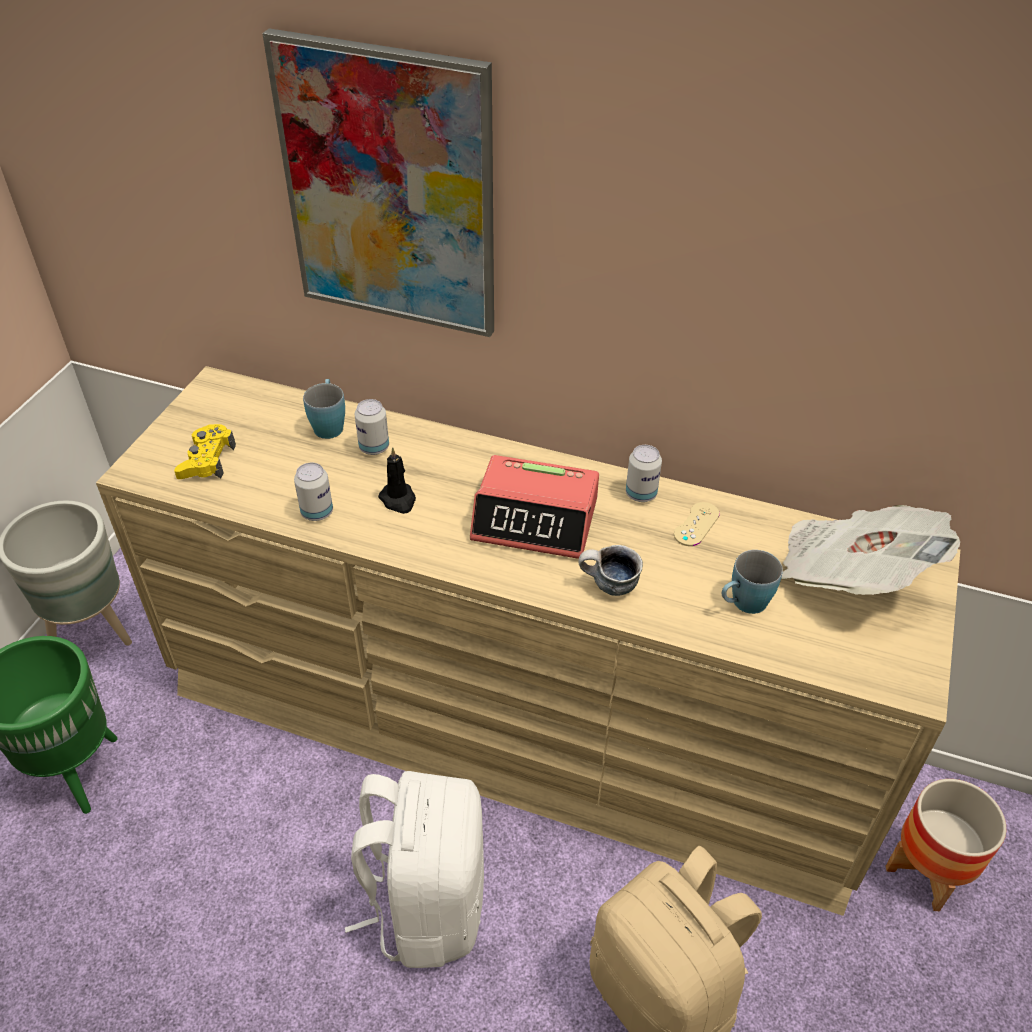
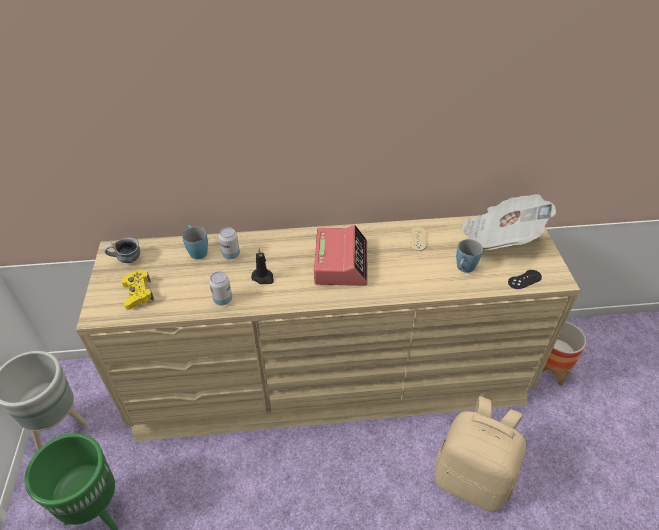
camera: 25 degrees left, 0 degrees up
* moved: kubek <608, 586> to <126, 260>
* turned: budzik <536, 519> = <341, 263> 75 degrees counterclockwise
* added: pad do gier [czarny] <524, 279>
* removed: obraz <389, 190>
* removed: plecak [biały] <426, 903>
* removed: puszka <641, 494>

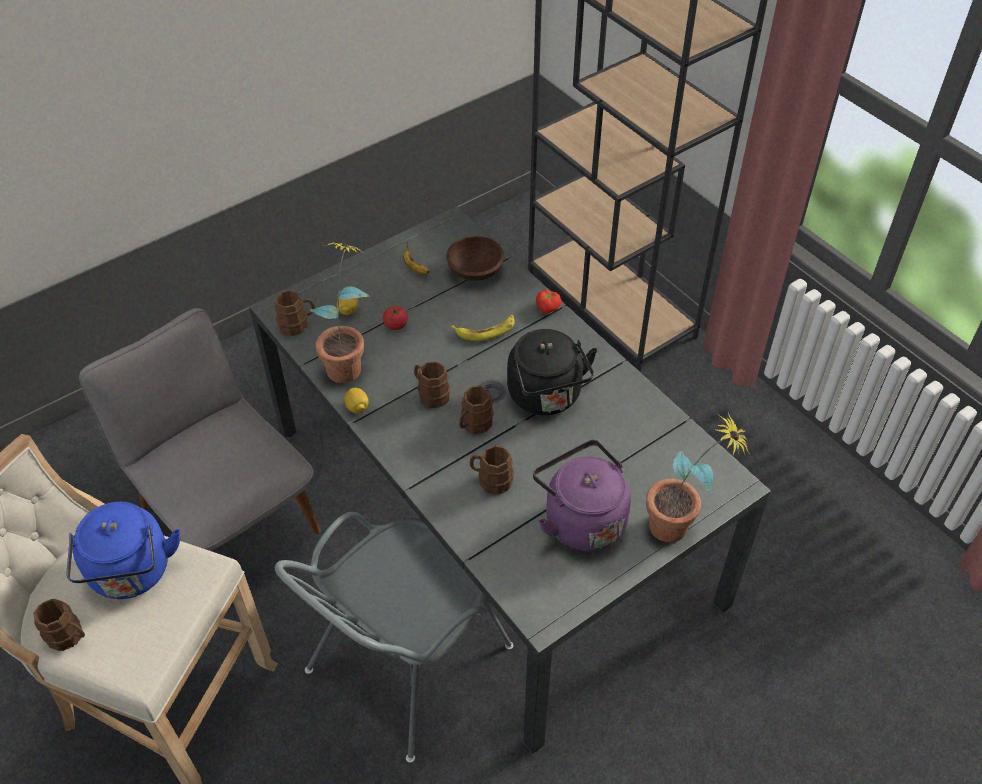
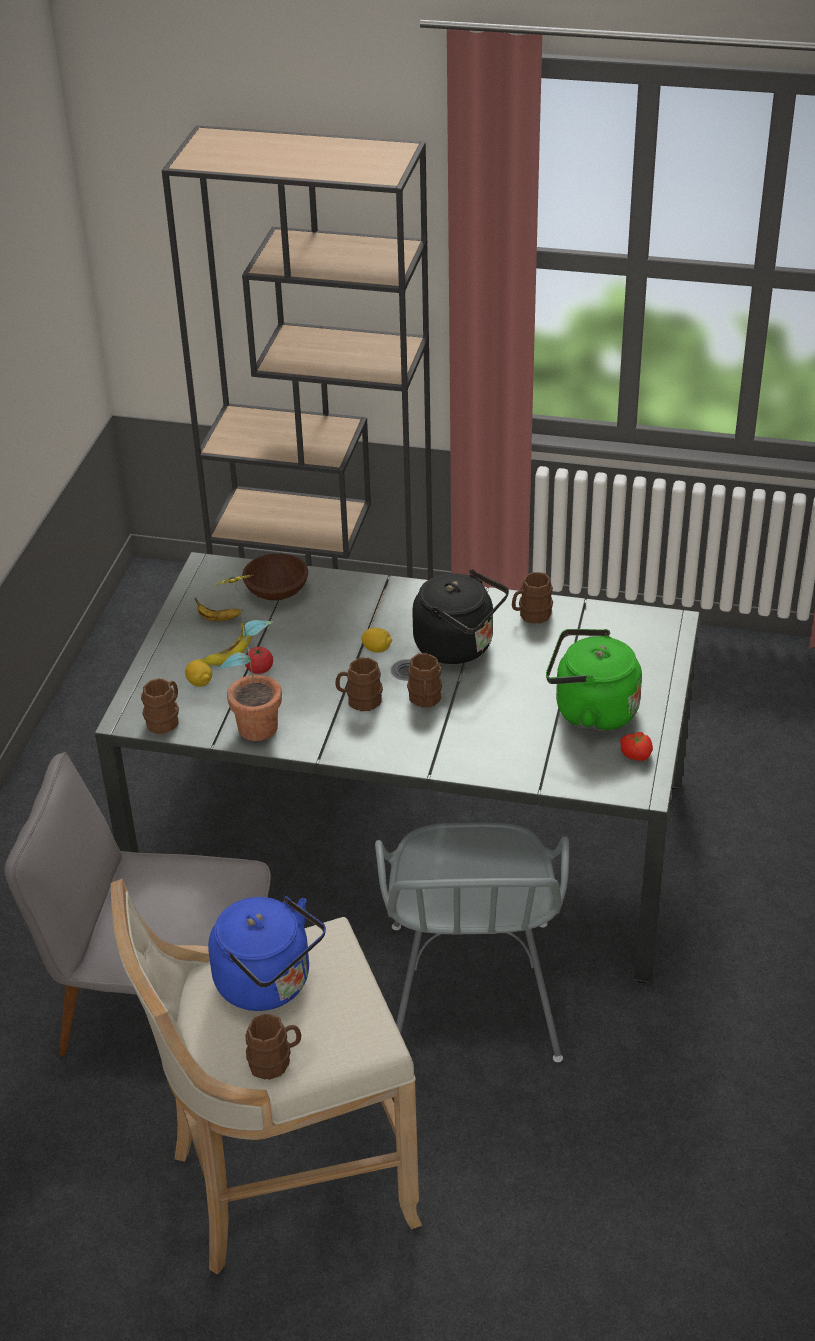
camera: 40 degrees left, 10 degrees down
* moved: banan <486, 330> to <229, 649>
* moved: cytryna <357, 407> to <377, 649>
* moved: kubek [brązowy] <491, 480> to <531, 615>
* recoloured: czajnik [fioletowy] <581, 519> to czajnik [zielony] <590, 711>
* moved: pomidor <548, 307> to <636, 753>
* removed: roślina doniczkowa <681, 527>

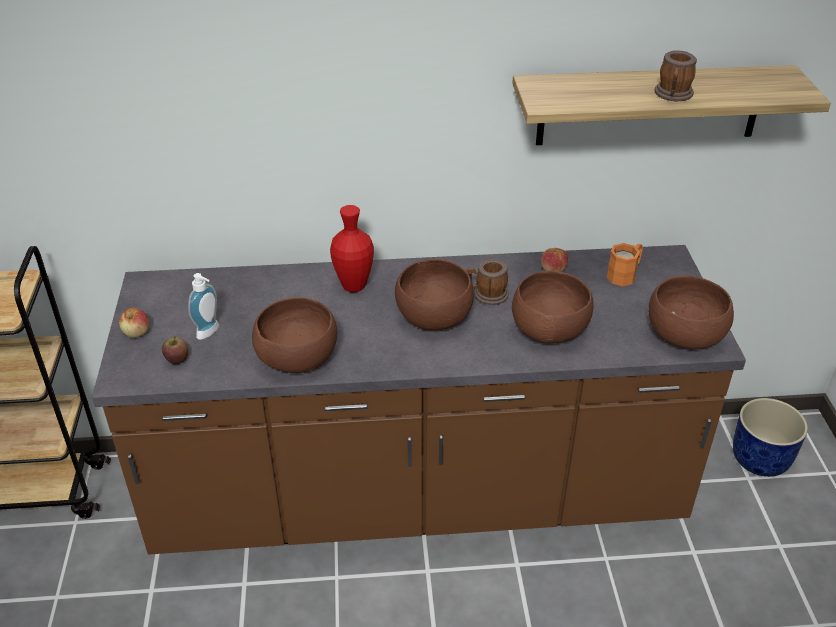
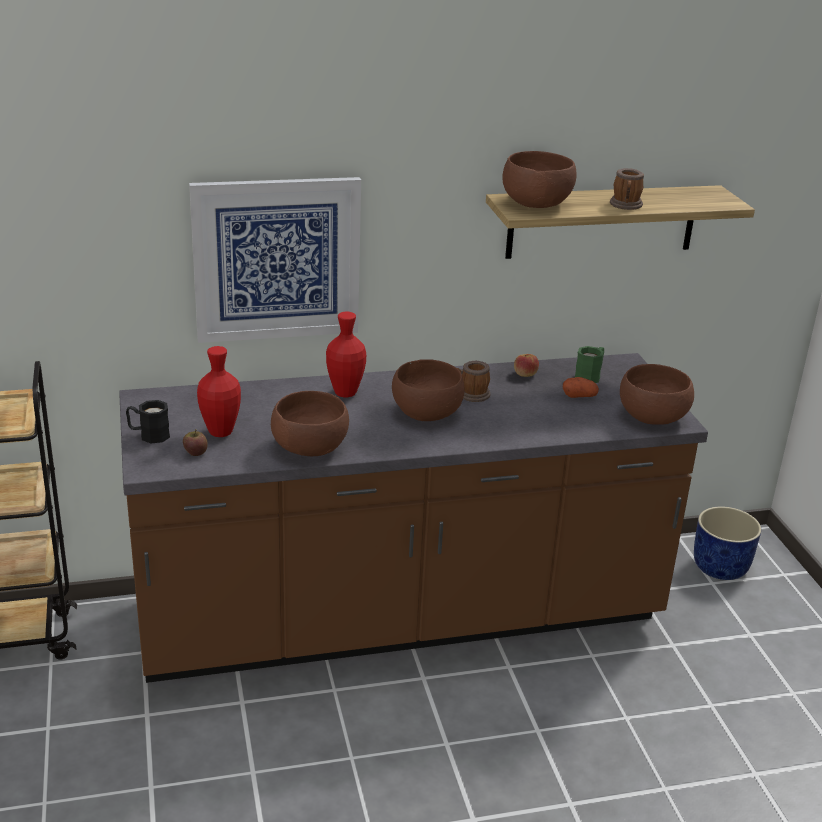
camera: 10 degrees left, 10 degrees down
* replaced: jabłko <136, 332> to kubek [czarny] <149, 435>
* added: obraz <277, 259>
* replaced: dozownik mydła <210, 333> to wazon [czerwony] <220, 432>
* moved: miska [brązowy] <548, 330> to <536, 203>
* added: ziemniak <579, 396>
* recoloured: kubek [pomarańczowy] <625, 274> to kubek [zielony] <590, 376>

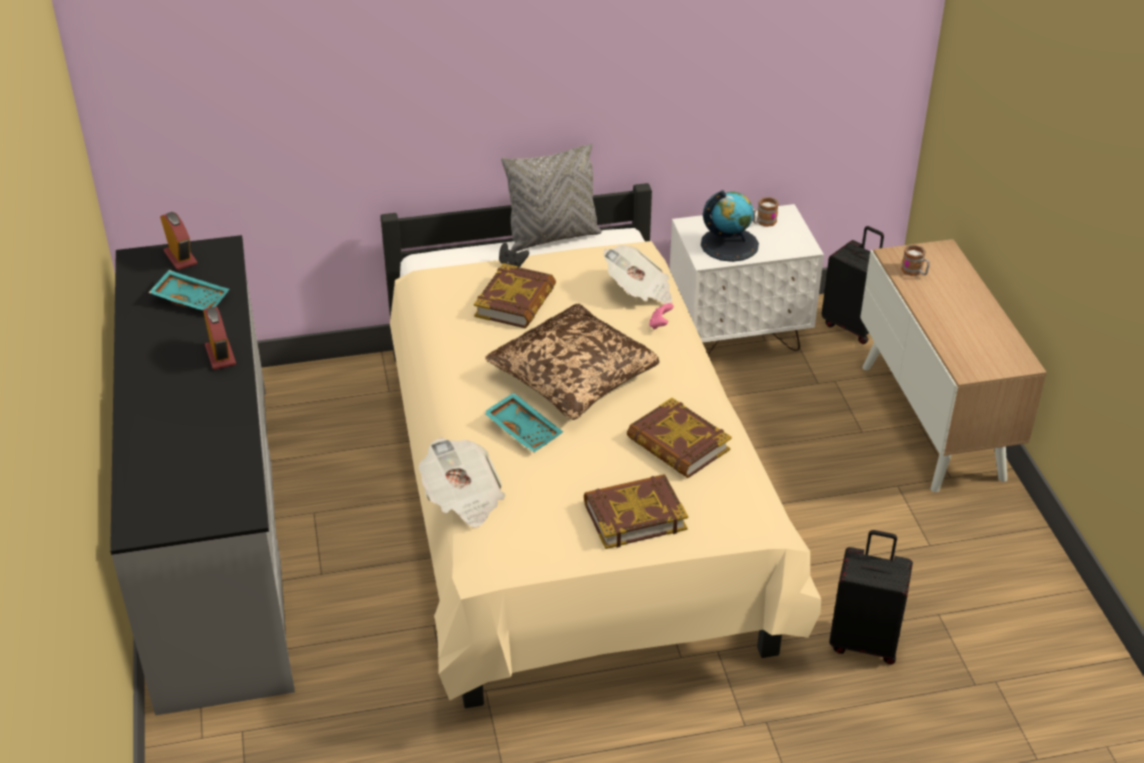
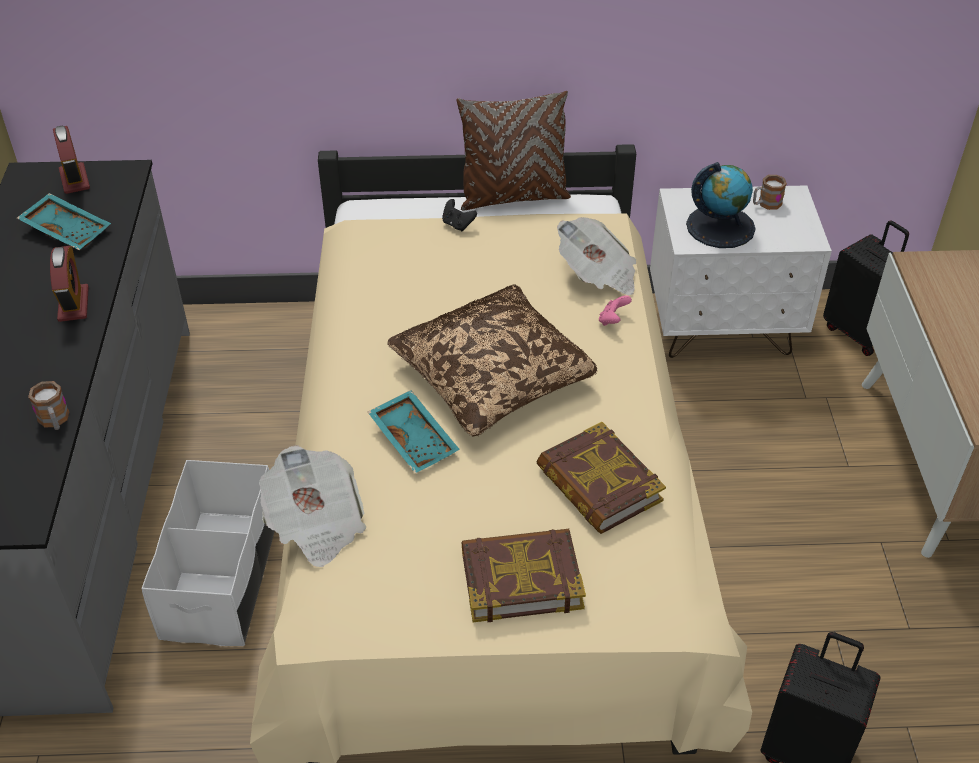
camera: 10 degrees right, 5 degrees up
* moved: kubek <915, 272> to <55, 421>
* added: pojemnik do przechowywania [biały] <222, 577>
* recoloured: poduszka [szary] <552, 237> to poduszka [brązowy] <513, 197>
* removed: książka <516, 302>

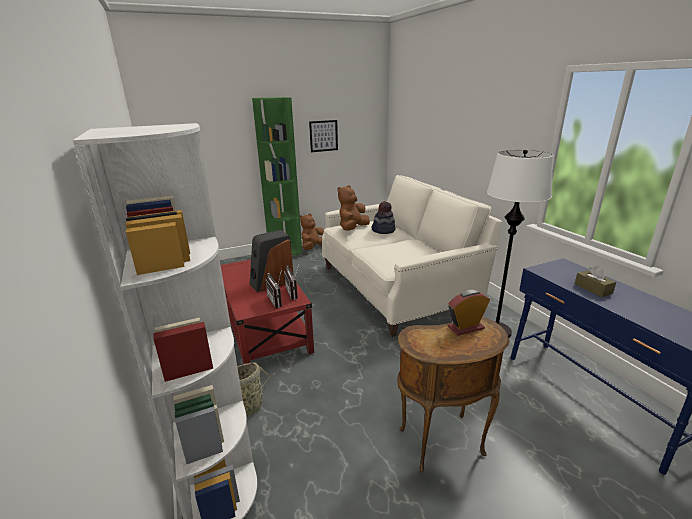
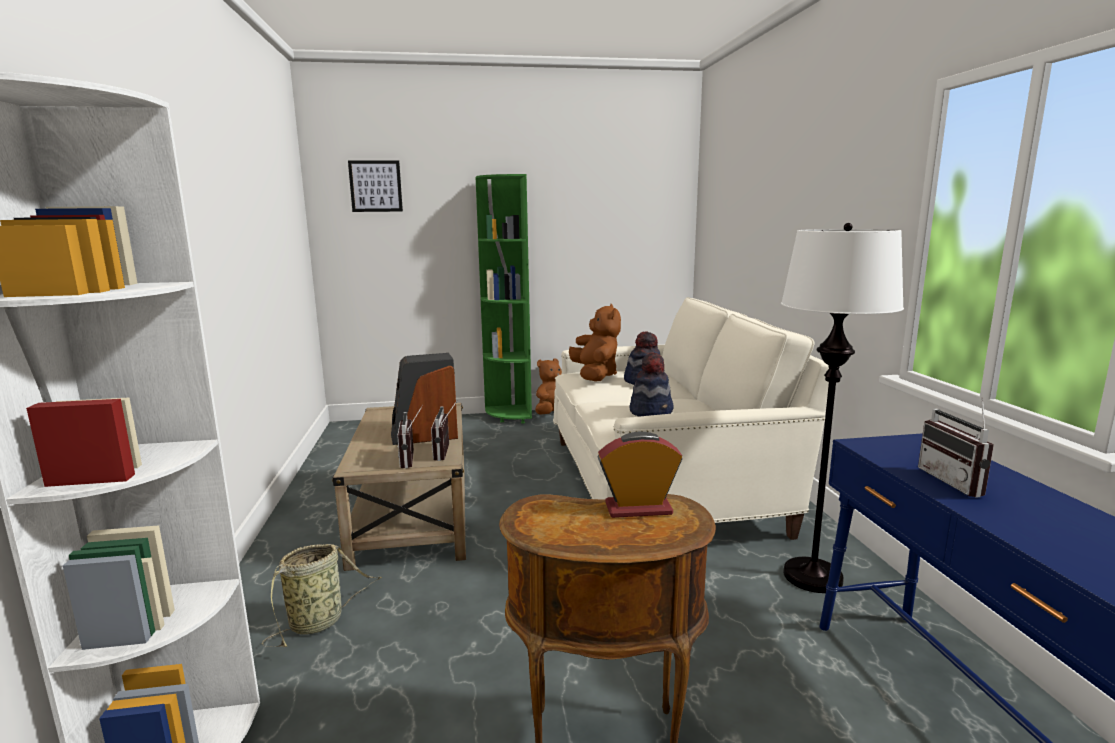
camera: 15 degrees right, 10 degrees down
* recoloured: ława [czerwony] <265, 329> to ława [beżowy] <413, 515>
* moved: obraz <323, 136> to <375, 186>
* turned: pluszak [brązowy] <352, 228> = <595, 376> 120 degrees clockwise
* added: kapelusz <651, 411>
* replaced: pudełko chusteczek [brązowy] <593, 289> to radio <958, 482>

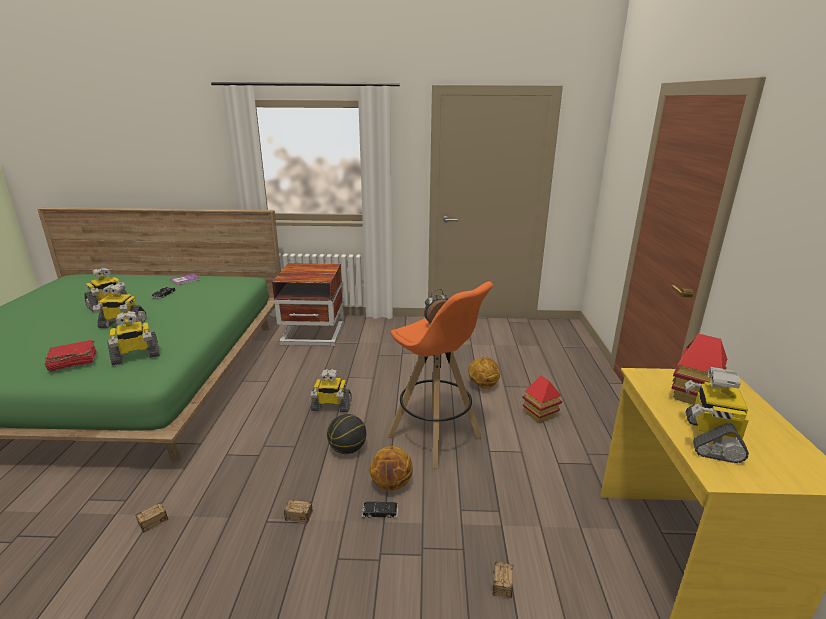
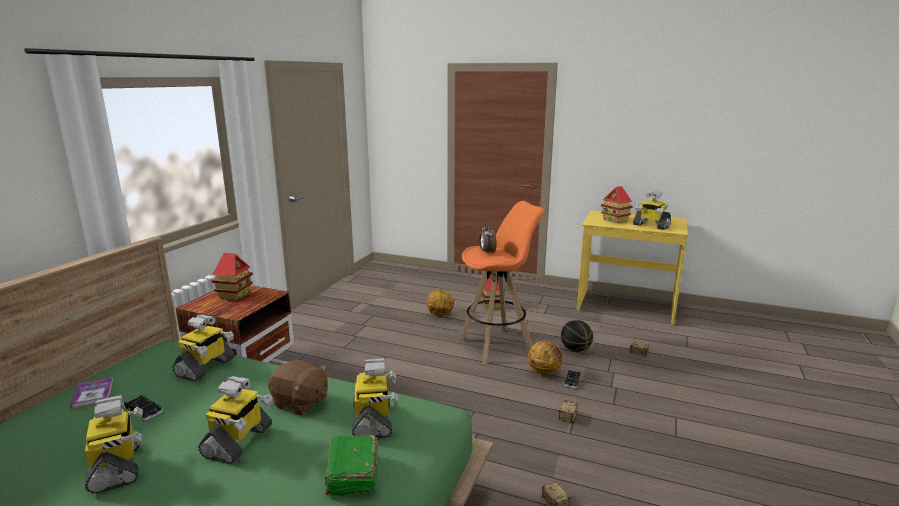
camera: 70 degrees left, 5 degrees down
* moved: robot zabawkowy <331, 406> to <206, 367>
* added: domek <235, 295>
* added: pluszak [brązowy] <300, 403>
* recoloured: książka [czerwony] <72, 363> to książka [zielony] <352, 475>
* moved: piłka do koszykówki <348, 449> to <575, 349>

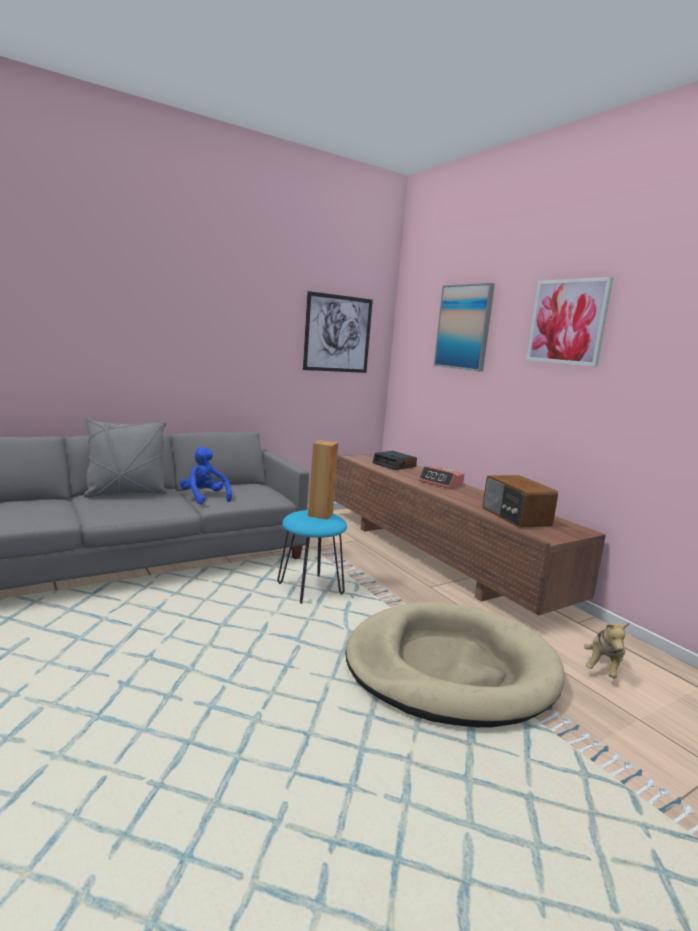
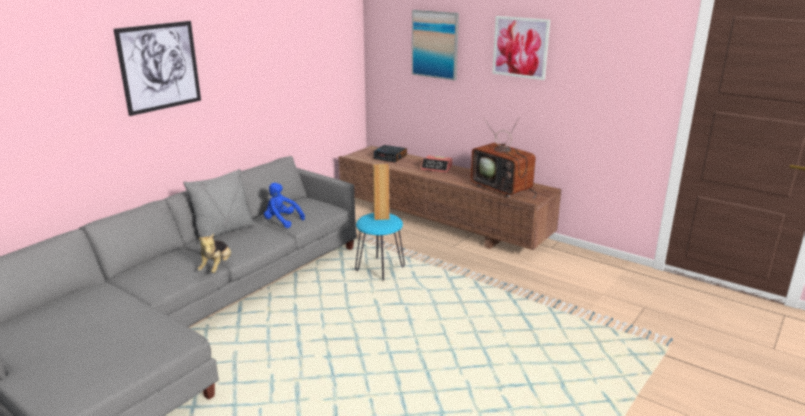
camera: 20 degrees left, 10 degrees up
* moved: obraz <338, 334> to <160, 67>
* moved: pluszak <603, 668> to <217, 267>
* replaced: radio <515, 517> to telewizor <504, 188>
* removed: legowisko [beżowy] <450, 668>

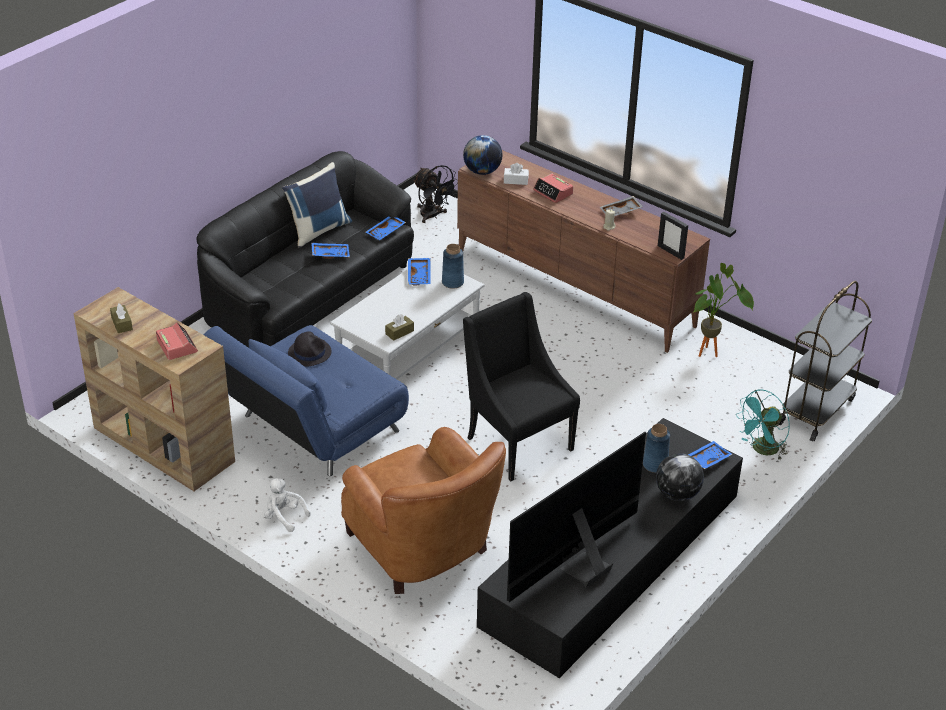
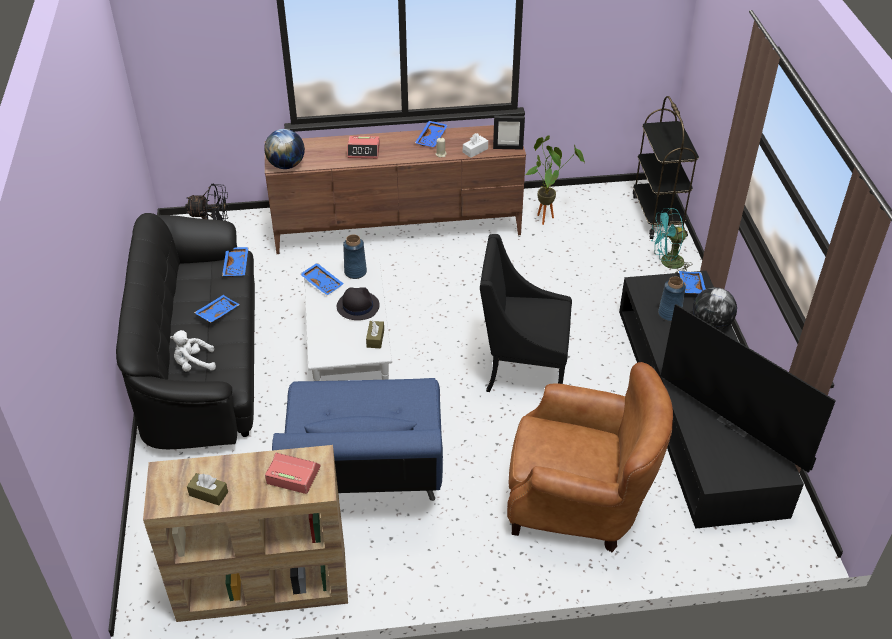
camera: 45 degrees left, 5 degrees up
* moved: pluszak [biały] <284, 517> to <194, 364>
* moved: kapelusz [czarny] <309, 352> to <357, 306>
* recoloured: taca [szary] <621, 212> to taca [niebieski] <432, 138>
* moved: pudełko chusteczek [biały] <515, 180> to <475, 150>
* turned: wentylator [turkusowy] <762, 450> = <667, 263> 75 degrees clockwise
* turned: telewizor <580, 566> = <737, 422> 45 degrees counterclockwise
* removed: poduszka [niebieski] <318, 230>

